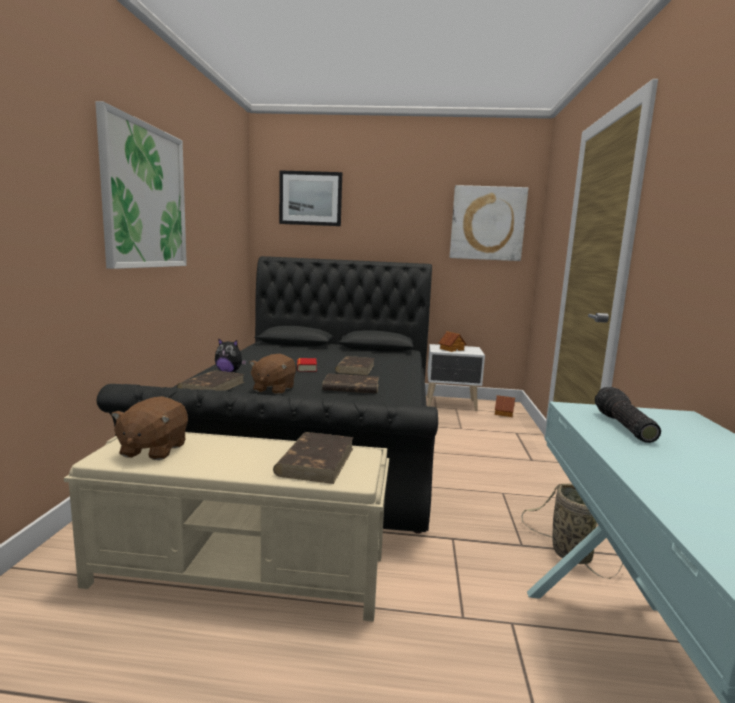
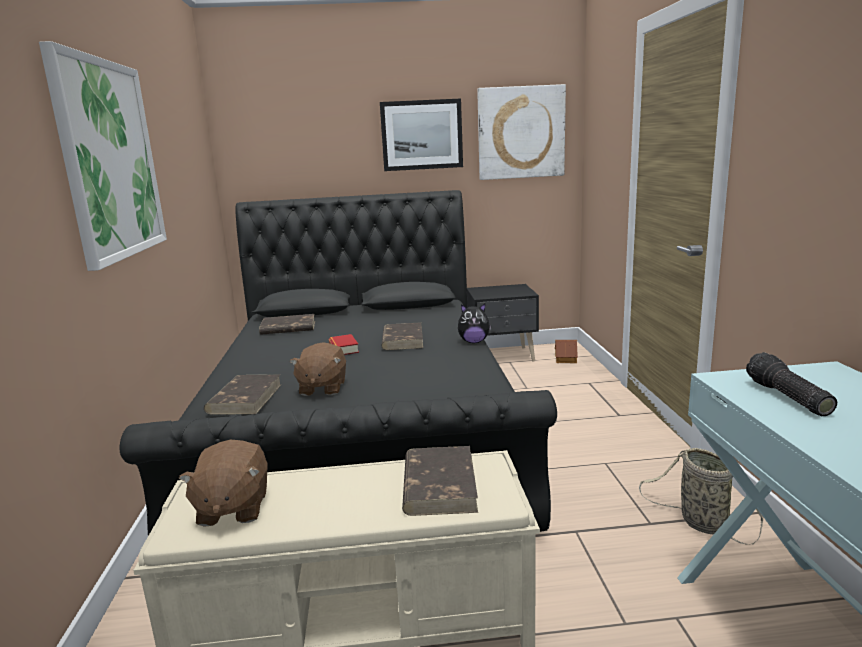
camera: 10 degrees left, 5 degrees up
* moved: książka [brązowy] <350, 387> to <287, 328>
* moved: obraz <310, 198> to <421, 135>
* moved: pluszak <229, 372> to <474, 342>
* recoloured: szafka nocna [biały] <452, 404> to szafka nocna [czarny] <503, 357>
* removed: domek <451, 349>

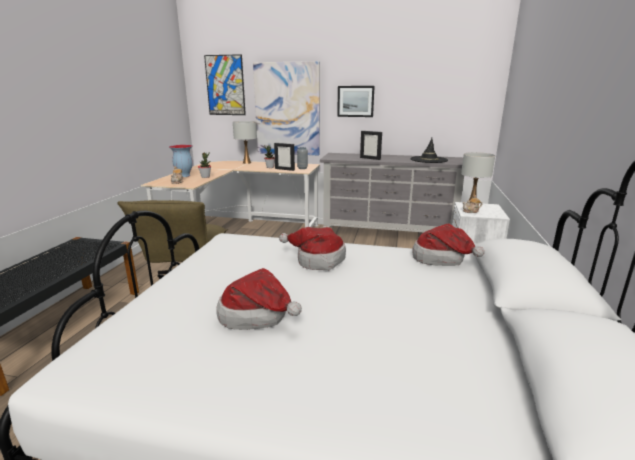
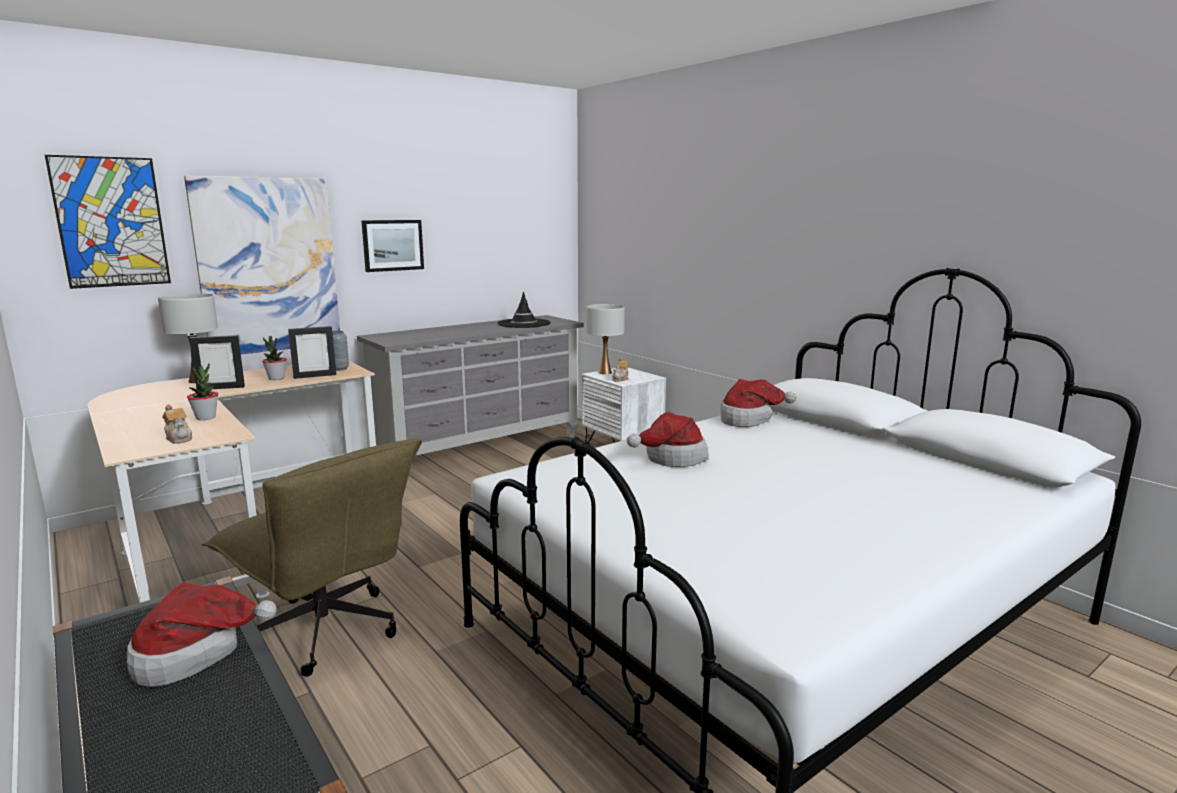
camera: 50 degrees left, 5 degrees down
* moved: kapelusz <258, 317> to <196, 654>
* moved: ramka na zdjęcie <370, 158> to <221, 388>
* removed: wazon <184, 176>

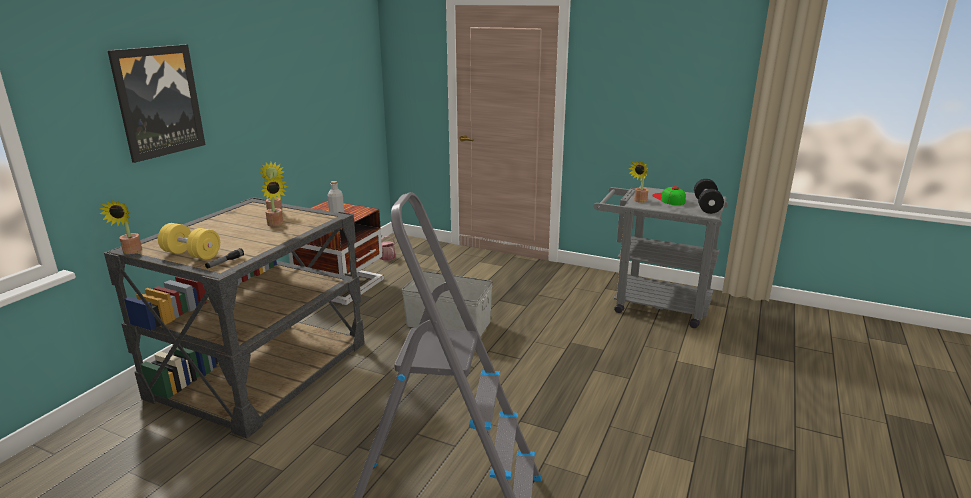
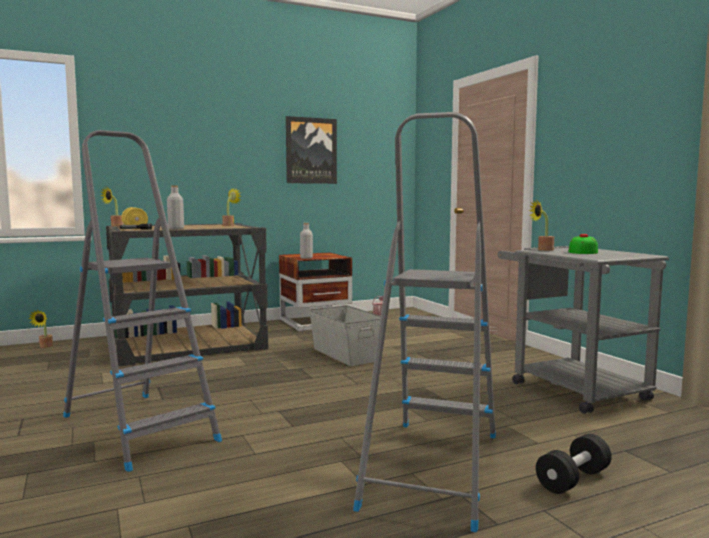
camera: 40 degrees right, 15 degrees down
* moved: roślina doniczkowa <276, 224> to <44, 347>
* added: butelka [szary] <176, 229>
* moved: obraz <158, 101> to <311, 150>
* added: drabinka [szary] <434, 467>
* moved: hantel [czarny] <706, 206> to <573, 480>

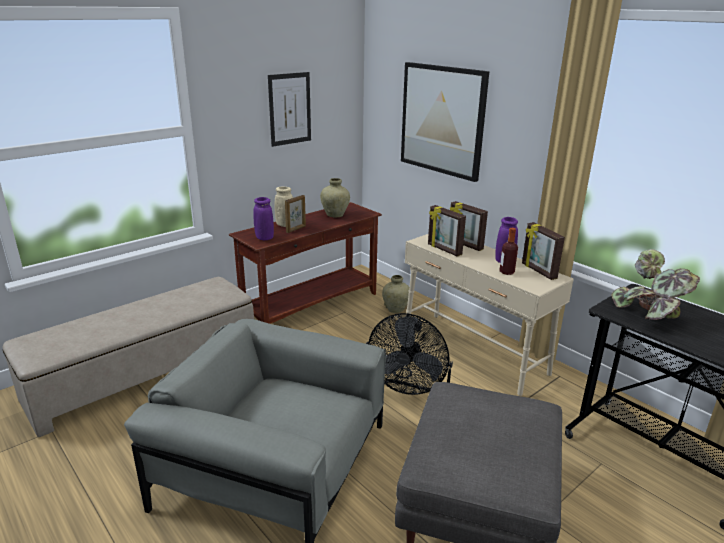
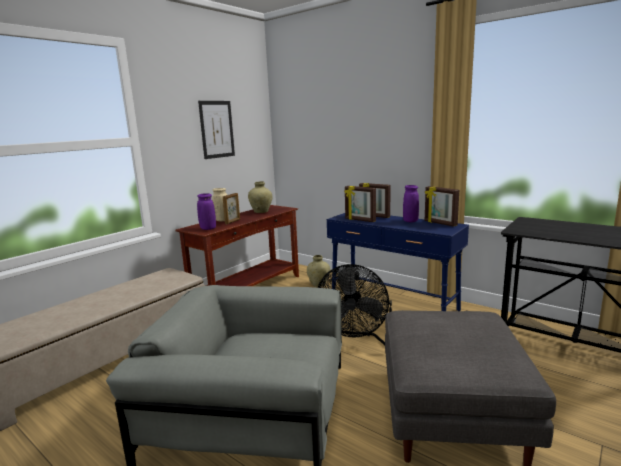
camera: 10 degrees left, 10 degrees down
* recoloured: stolik konsolowy [beżowy] <472, 352> to stolik konsolowy [niebieski] <392, 304>
* removed: obraz <442, 120>
* removed: butelka <506, 272>
* removed: roślina doniczkowa <650, 314>

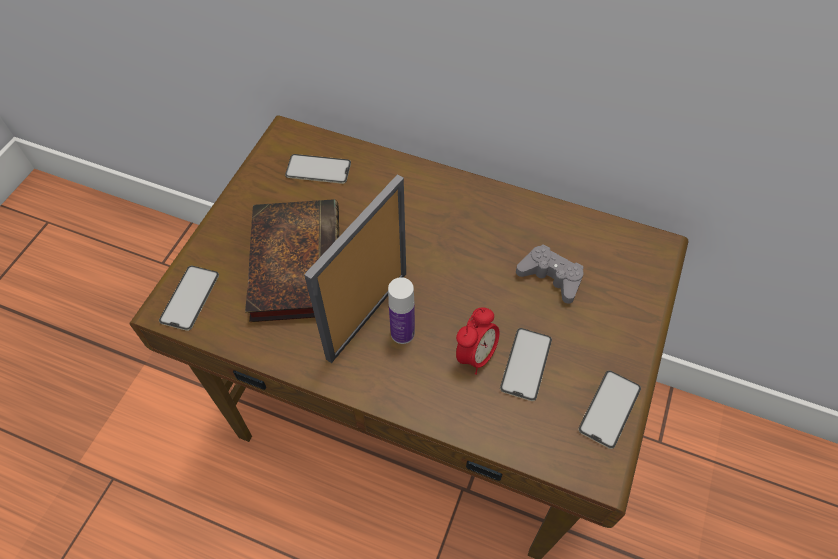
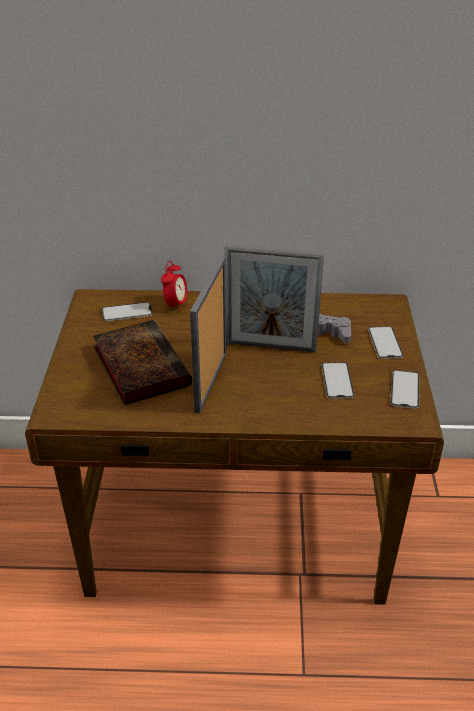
camera: 20 degrees left, 20 degrees down
* moved: budzik <475, 355> to <175, 305>
* added: ramka na zdjęcie <270, 346>
* moved: telefon <190, 298> to <385, 343>
* removed: butelka <402, 333>

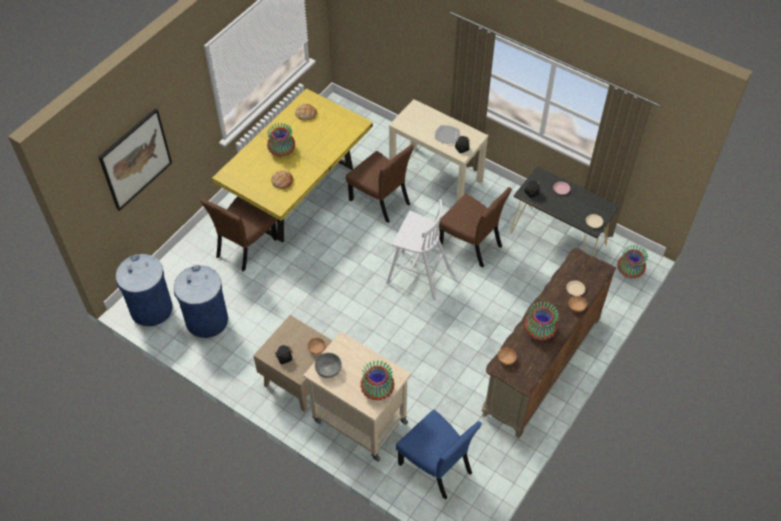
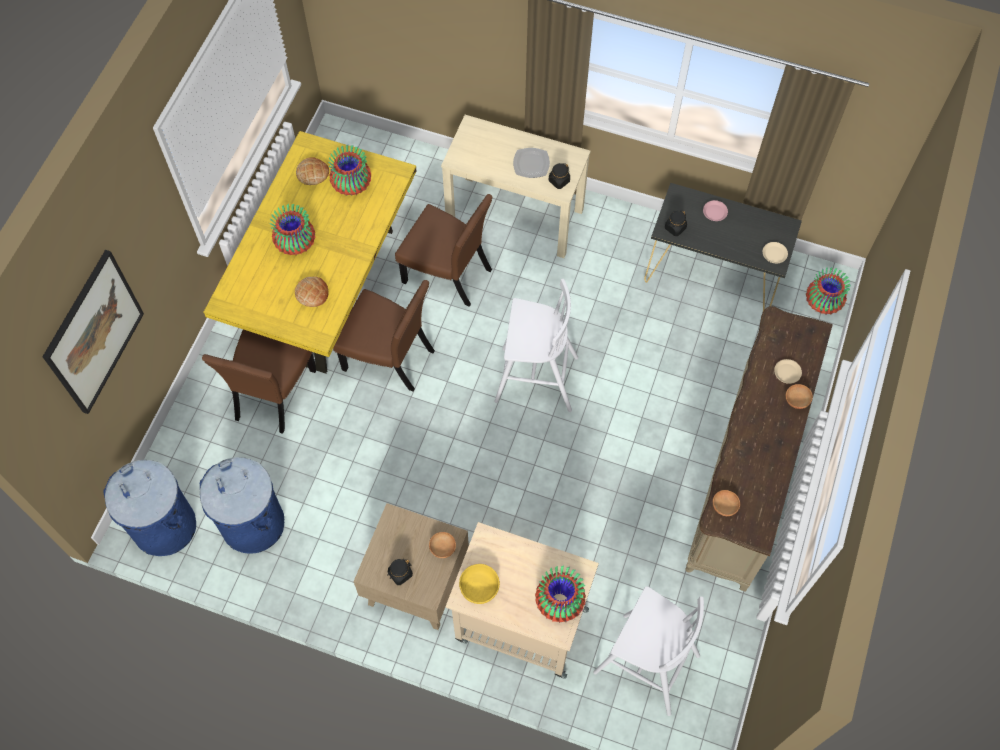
camera: 15 degrees left, 10 degrees up
* moved: wazon <539, 331> to <352, 184>
* moved: krzesło [brązowy] <470, 243> to <388, 357>
* recoloured: miska [szary] <328, 369> to miska [żółty] <479, 587>
* replaced: krzesło [niebieski] <435, 465> to stołek [biały] <644, 663>

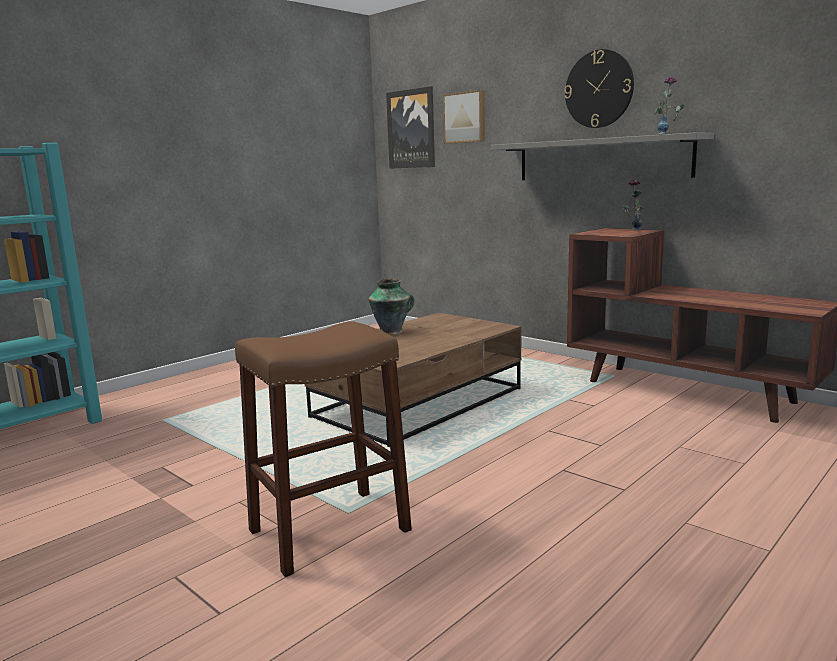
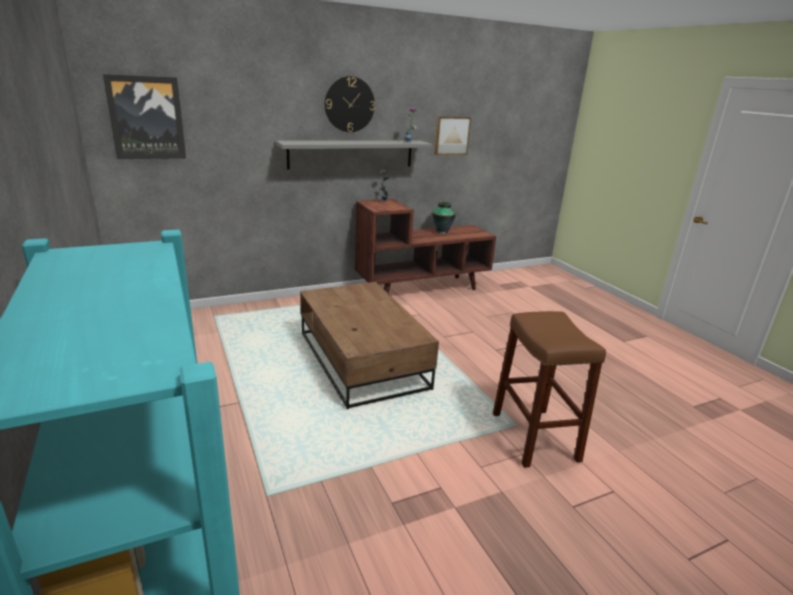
camera: 70 degrees left, 10 degrees up
* moved: wazon <392, 331> to <441, 232>
* moved: obraz <465, 117> to <451, 135>

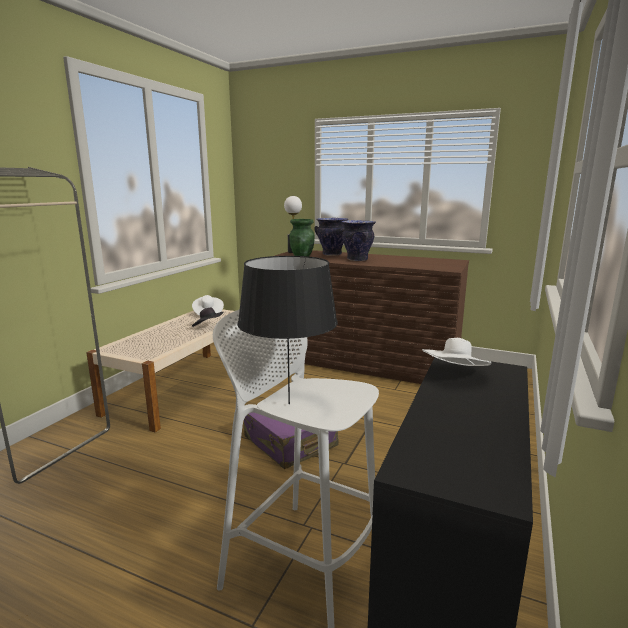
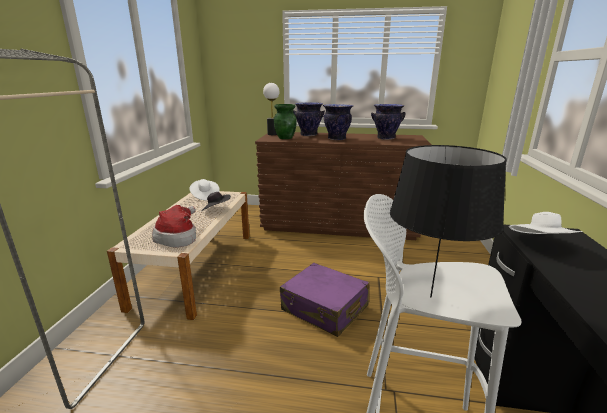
camera: 15 degrees left, 5 degrees up
* added: kapelusz <178, 237>
* added: wazon <386, 138>

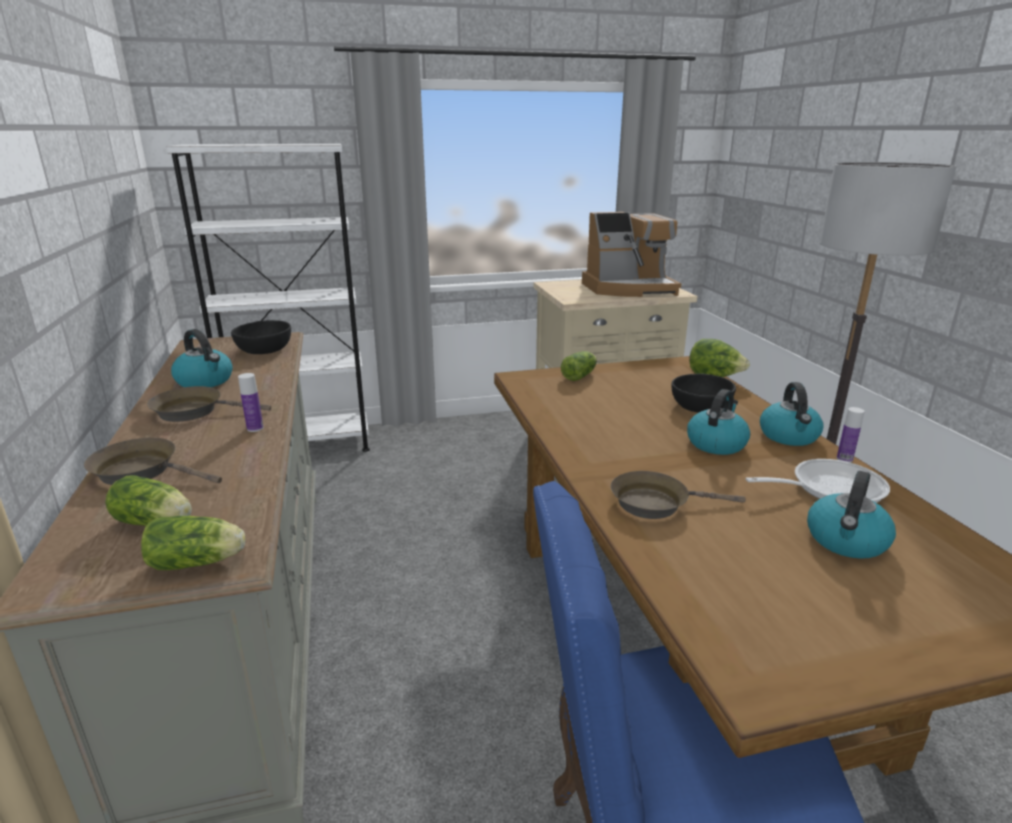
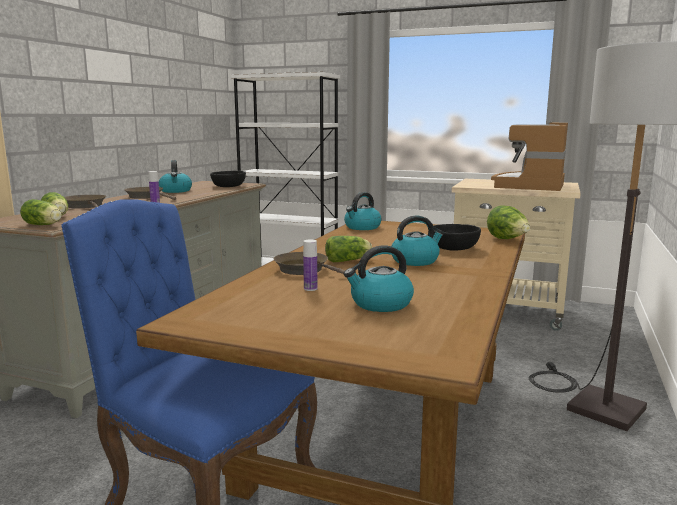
camera: 35 degrees right, 10 degrees down
* moved: butelka <844, 459> to <310, 289>
* moved: sałata <580, 376> to <349, 260>
* moved: czajnik <789, 436> to <362, 227>
* turned: ekspres do kawy <629, 289> = <530, 185> 90 degrees clockwise
* removed: patelnia <829, 488>

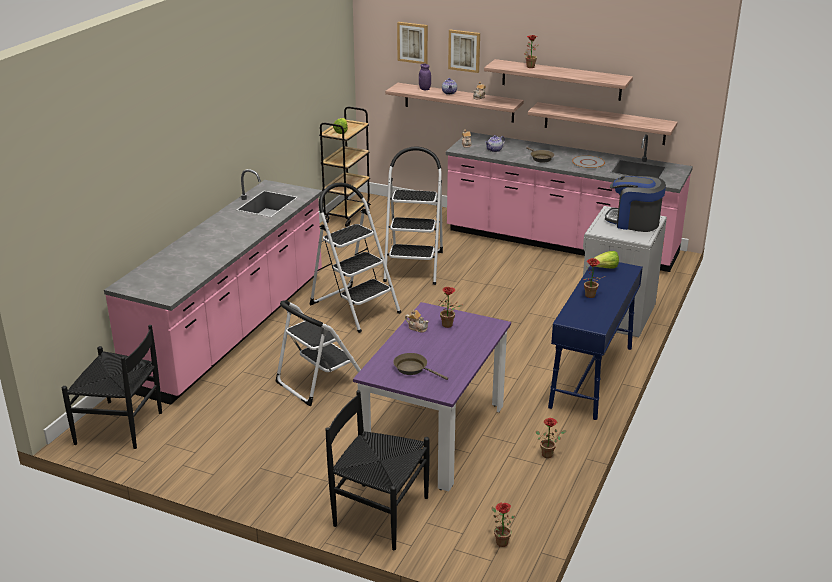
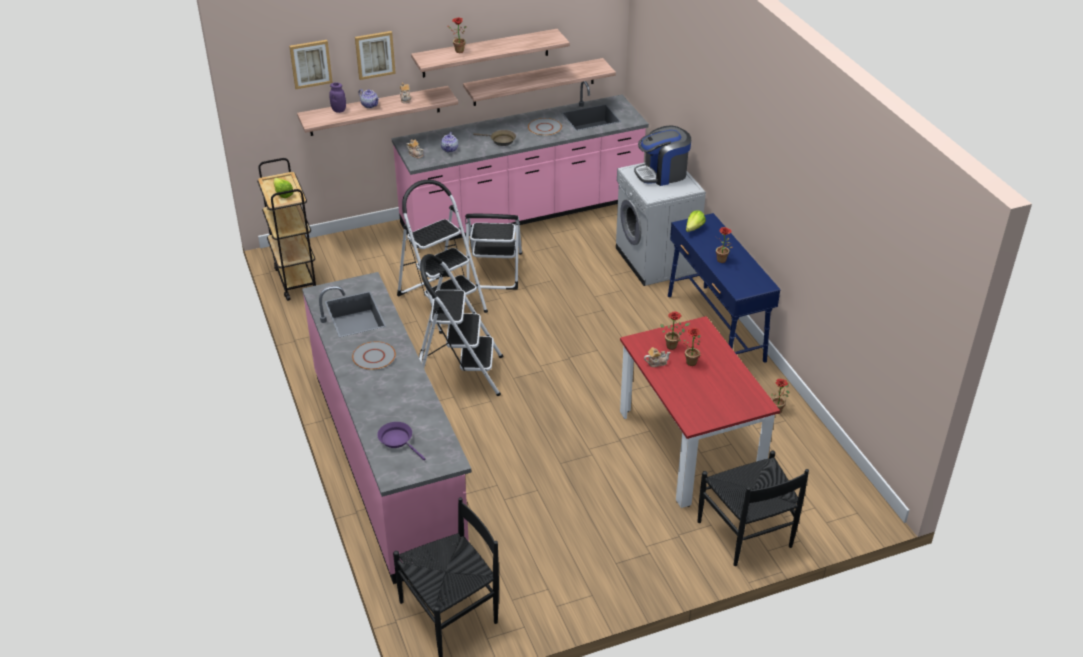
camera: 45 degrees left, 10 degrees up
* added: talerz [szary] <373, 356>
* added: patelnia [fioletowy] <398, 440>
* moved: drabinka <318, 381> to <494, 272>
* recoloured: stół jadalny [fioletowy] <434, 435> to stół jadalny [czerwony] <689, 447>
* moved: roślina doniczkowa <499, 541> to <689, 363>
* turned: krzesło [czarny] <379, 514> = <747, 534> 90 degrees counterclockwise
* removed: patelnia [brązowy] <413, 369>

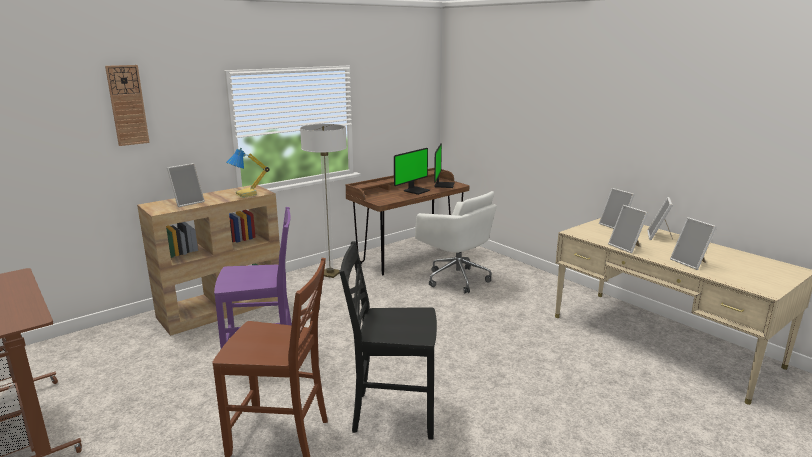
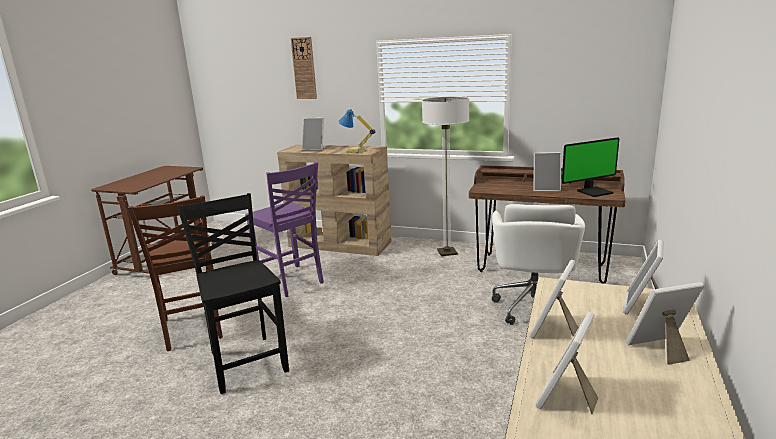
camera: 60 degrees right, 0 degrees up
* replaced: monitor <416, 190> to ramka na zdjęcie <546, 189>

